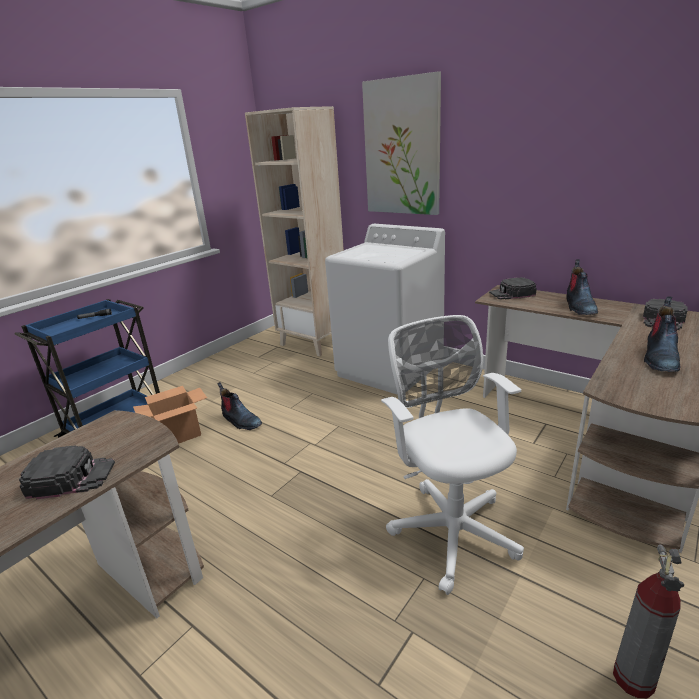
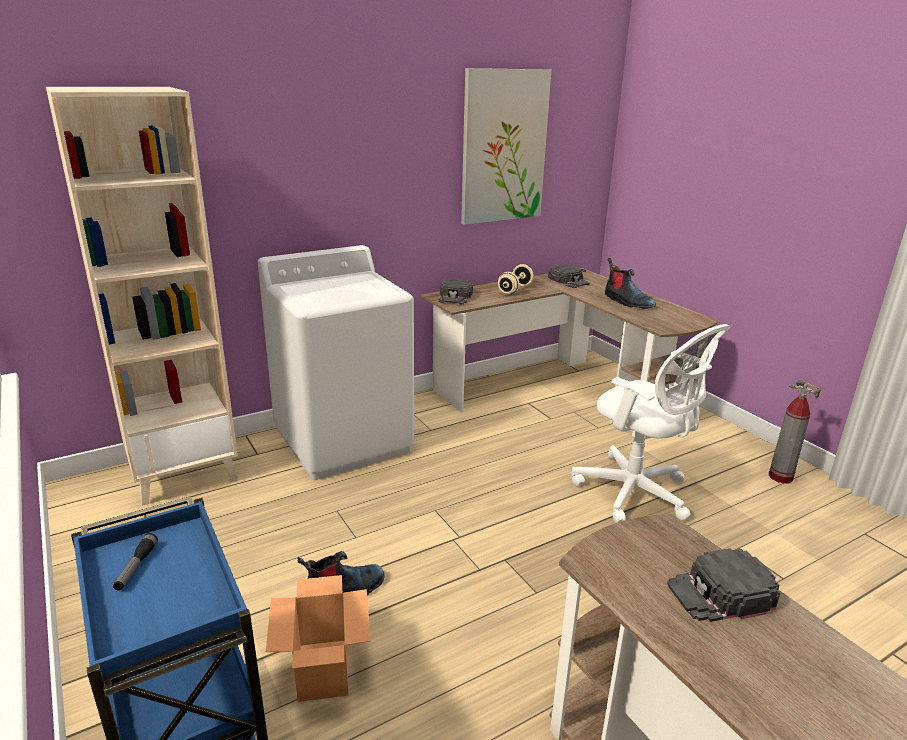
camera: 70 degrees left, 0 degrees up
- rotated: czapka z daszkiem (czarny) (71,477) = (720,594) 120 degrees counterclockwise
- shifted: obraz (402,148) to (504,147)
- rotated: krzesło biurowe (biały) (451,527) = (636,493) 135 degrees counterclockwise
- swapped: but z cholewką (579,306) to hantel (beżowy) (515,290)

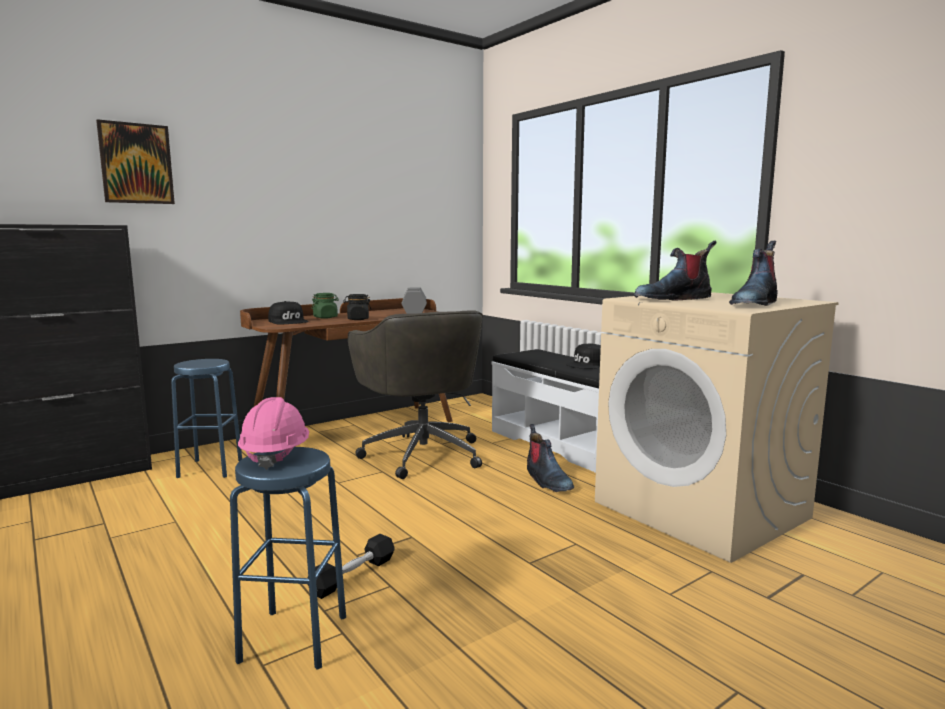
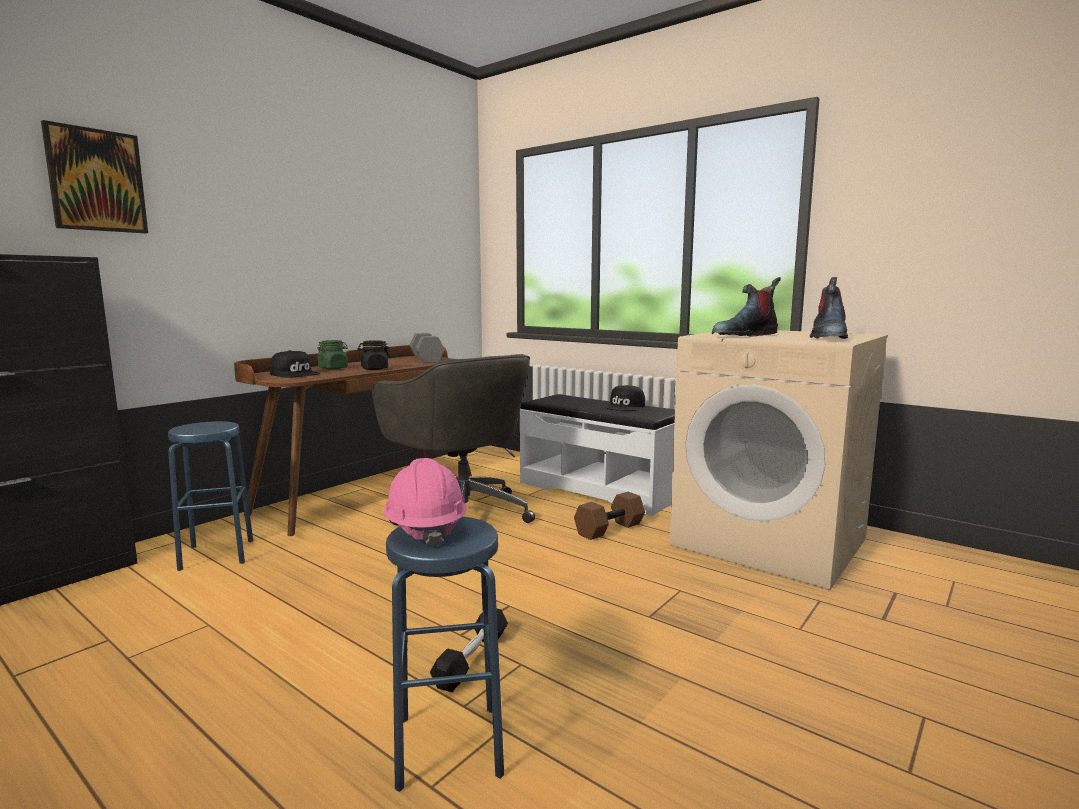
camera: 15 degrees left, 0 degrees up
- swapped: but z cholewką (547,481) to hantel (brązowy) (609,528)

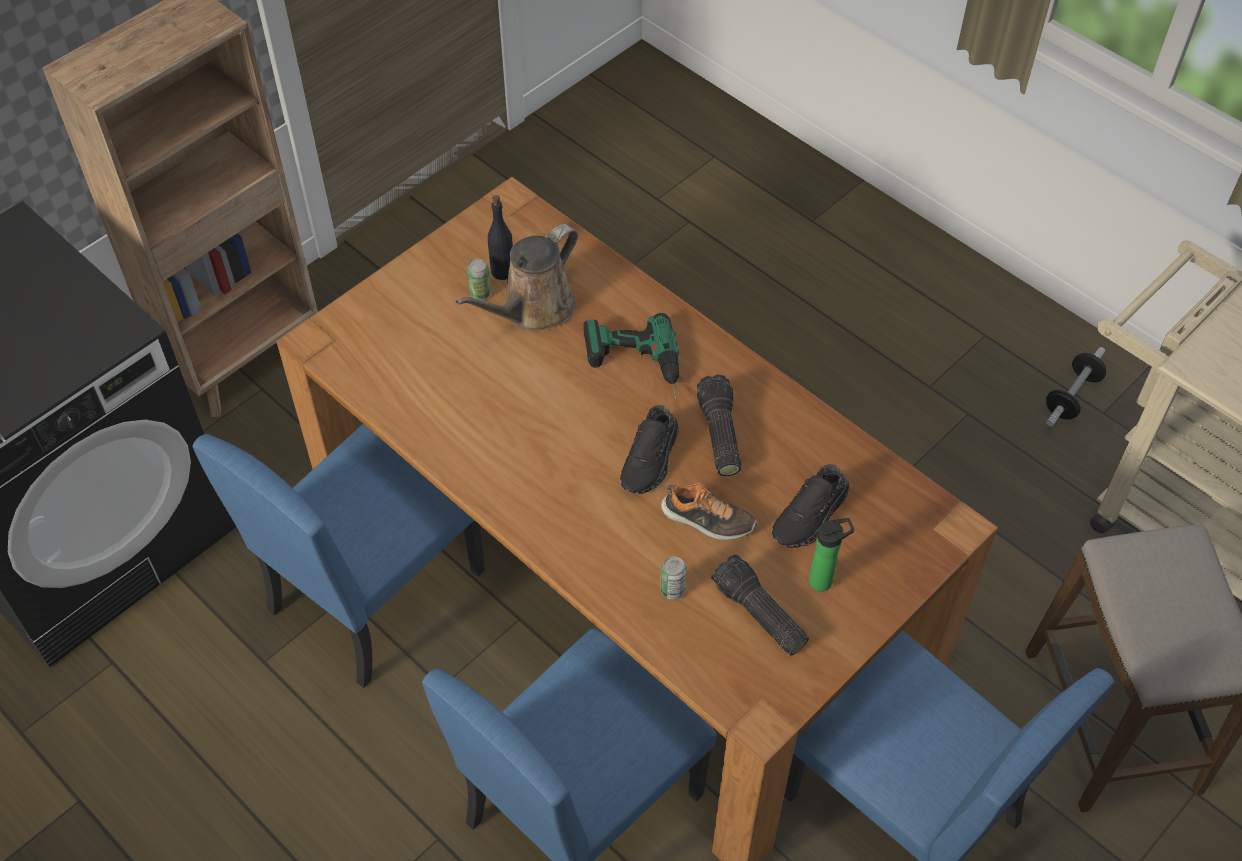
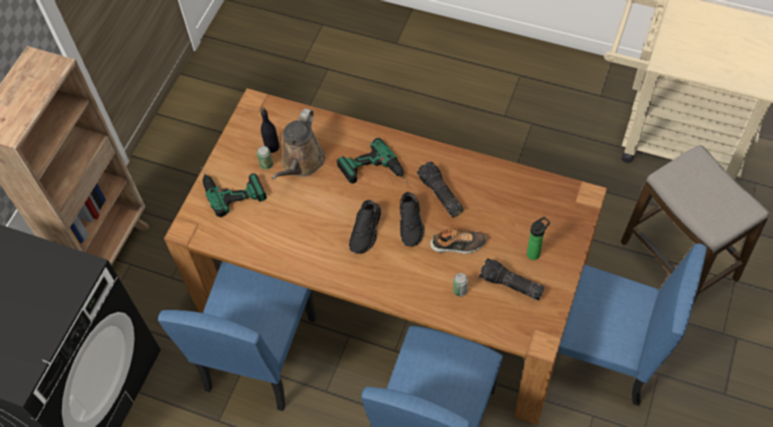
camera: 20 degrees left, 5 degrees up
- shifted: but (czarny) (811,516) to (366,231)
- gone: hantel (1072,396)
- new: wiertarka (231,186)

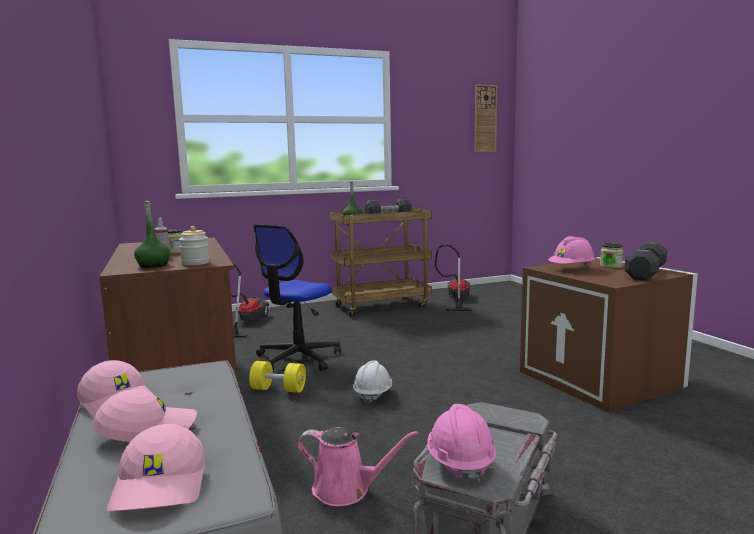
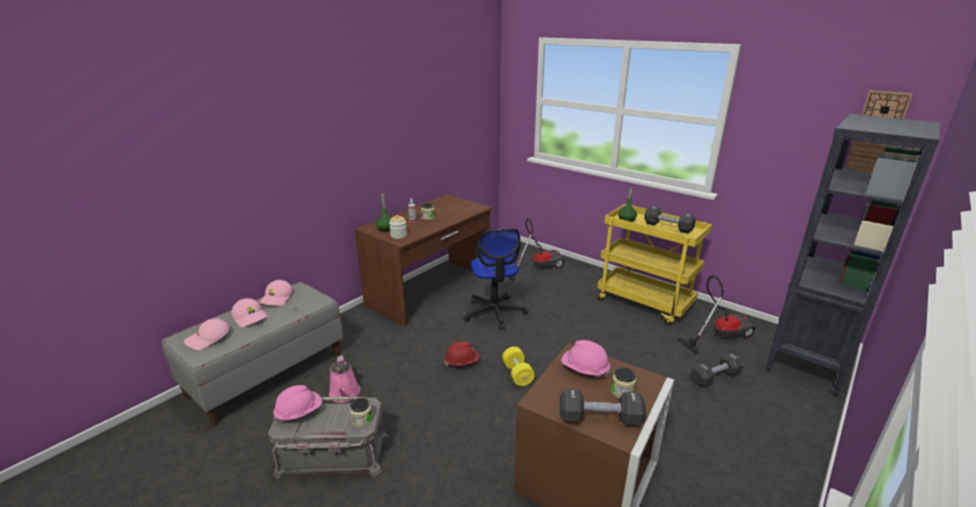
camera: 60 degrees right, 15 degrees up
- shifted: hantel (żółty) (278,389) to (517,374)
- rotated: krzesło biurowe (298,358) = (495,312) 105 degrees counterclockwise
- repainted: wózek (brązowy) (382,306) to wózek (żółty) (645,303)
- repainted: kask (biały) (373,394) to kask (czerwony) (462,362)
- new: słoik (362,420)
- new: hantel (czarny) (714,377)
- new: regał (czarny) (807,364)

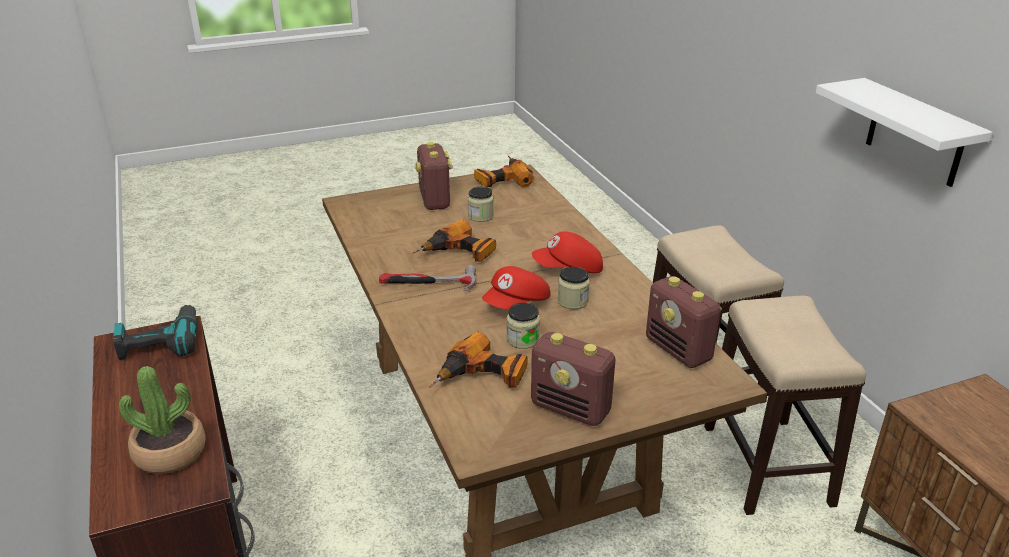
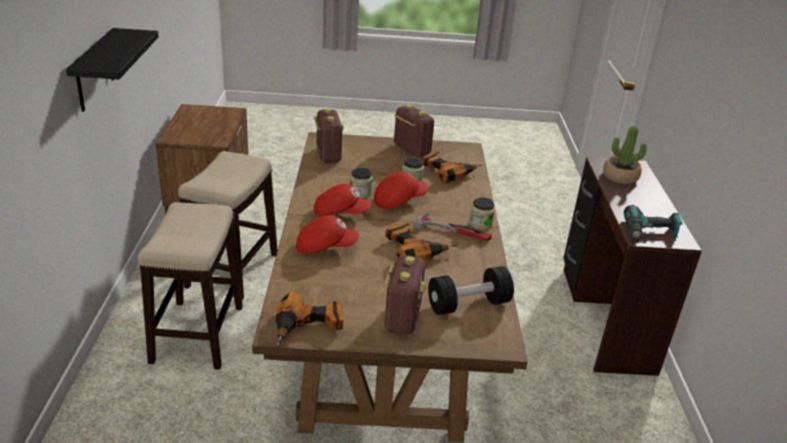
camera: 160 degrees left, 0 degrees up
- shifted: słoik (480,216) to (480,224)
- repainted: półka (biały) (915,133) to półka (czarny) (94,71)
- new: czapka z daszkiem (czerwony) (325,247)
- new: hantel (czarny) (468,304)

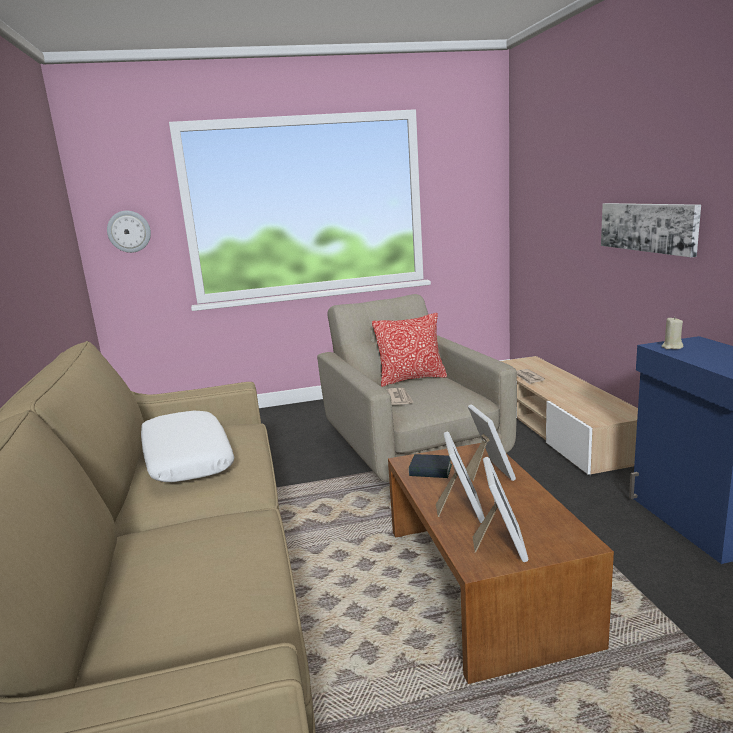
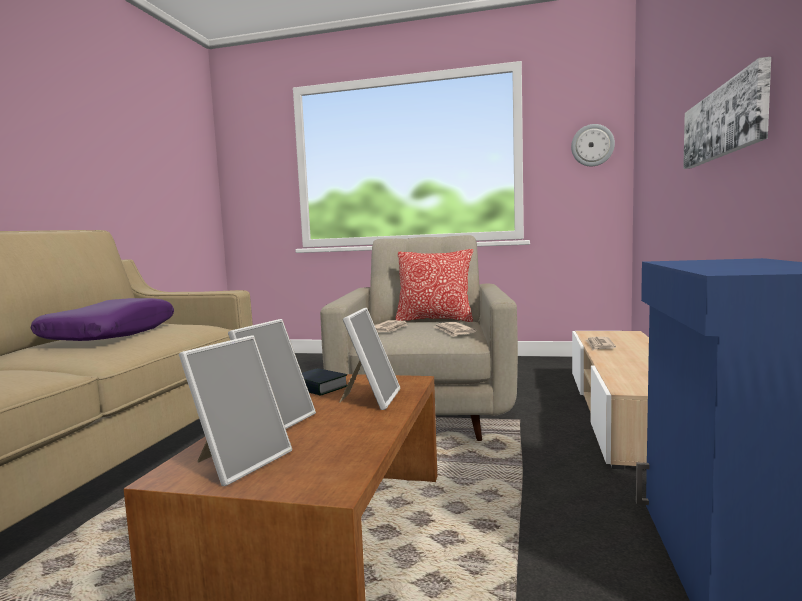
camera: 25 degrees right, 10 degrees down
- shifted: zegar ścienny (129,231) to (592,145)
- repainted: poduszka (biały) (186,459) to poduszka (fioletowy) (111,334)
- gone: świeca (beżowy) (672,347)
- new: gazeta (454,331)

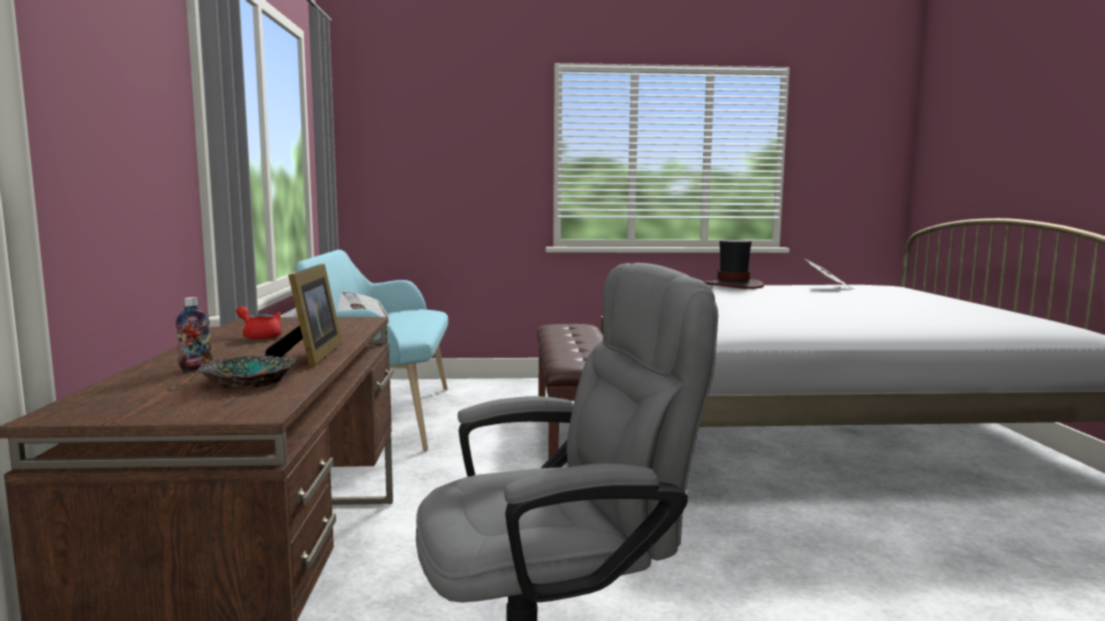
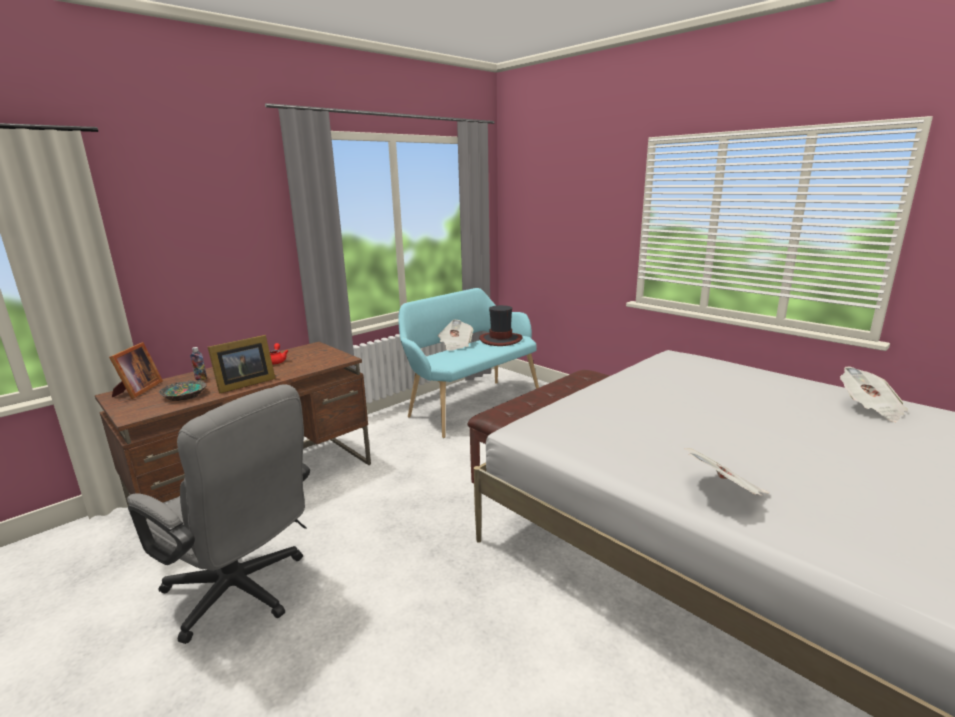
camera: 50 degrees right, 10 degrees up
- shifted: kapelusz (733,285) to (500,339)
- new: ramka na zdjęcie (137,390)
- new: gazeta (724,491)

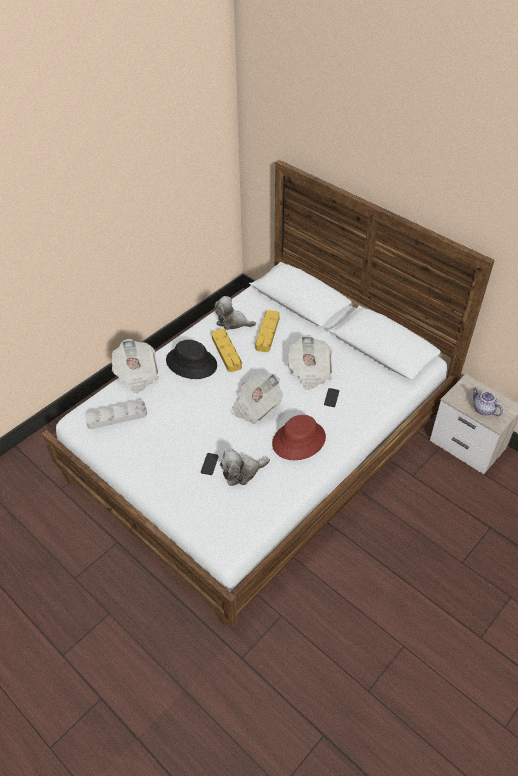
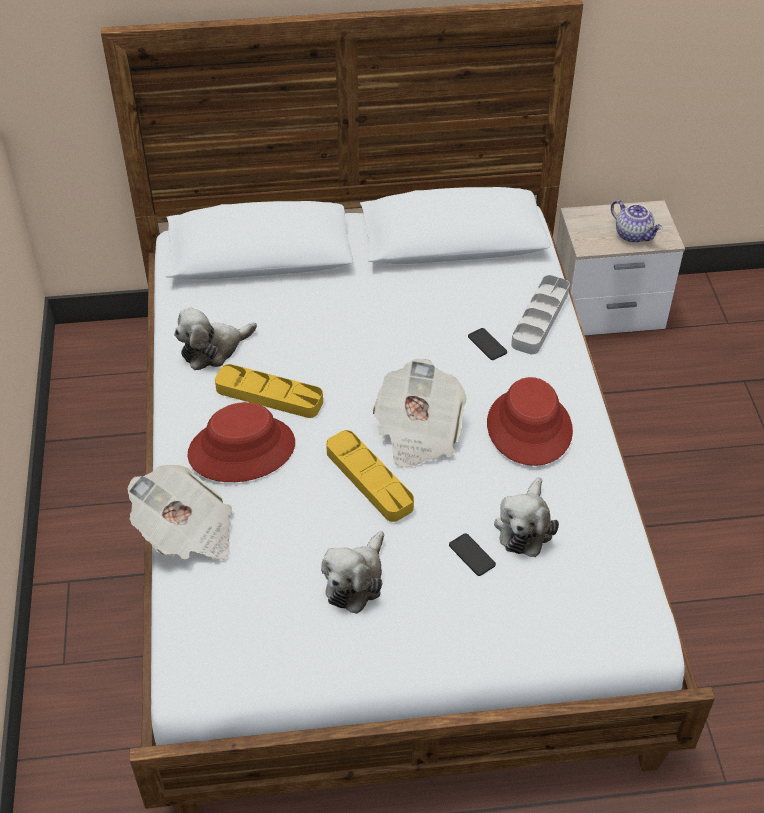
camera: 50 degrees left, 0 degrees up
- shifted: taca (szary) (117,417) to (540,318)
- repainted: kapelusz (czarny) (191,363) to kapelusz (czerwony) (241,449)
- shifted: taca (żółty) (267,333) to (369,479)
- gone: gazeta (310,371)
- rotated: imbryk (483,409) = (633,235) 135 degrees counterclockwise
- new: pluszak (355,580)

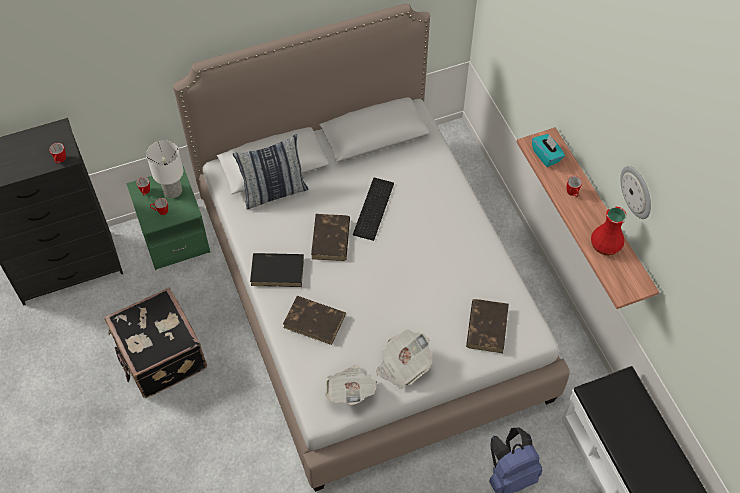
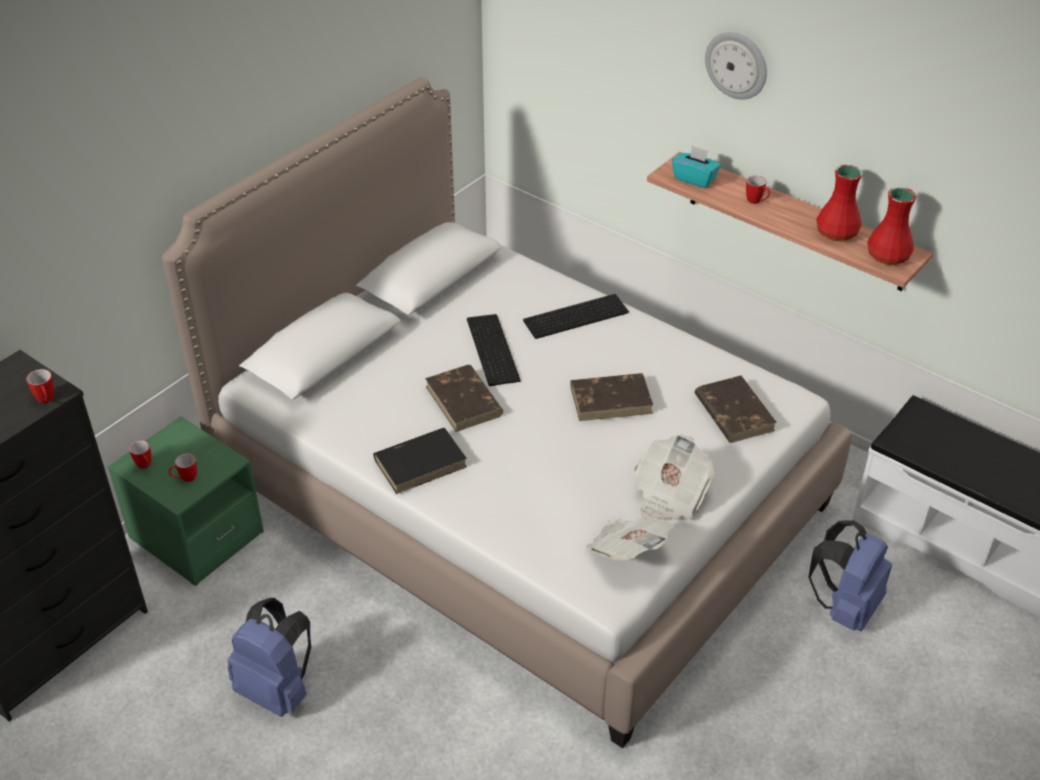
camera: 30 degrees left, 15 degrees down
- swapped: walizka (czarny) (160,357) to plecak (niebieski) (277,689)
- gone: lampa stołowa (biały) (172,191)
- gone: poduszka (274,192)
- shifted: książka (brązowy) (315,321) to (611,399)
- shifted: zegar ścienny (637,191) to (737,65)
- new: klawiatura (576,315)
- new: wazon (czerwony) (888,255)

